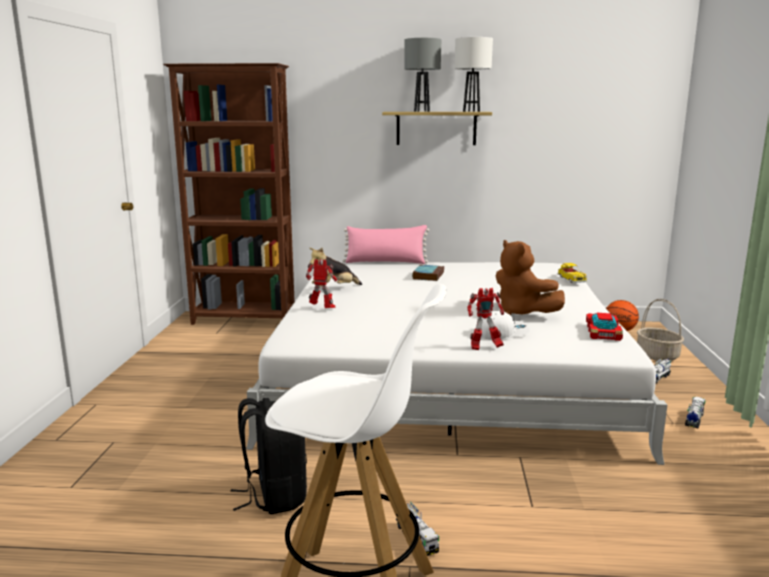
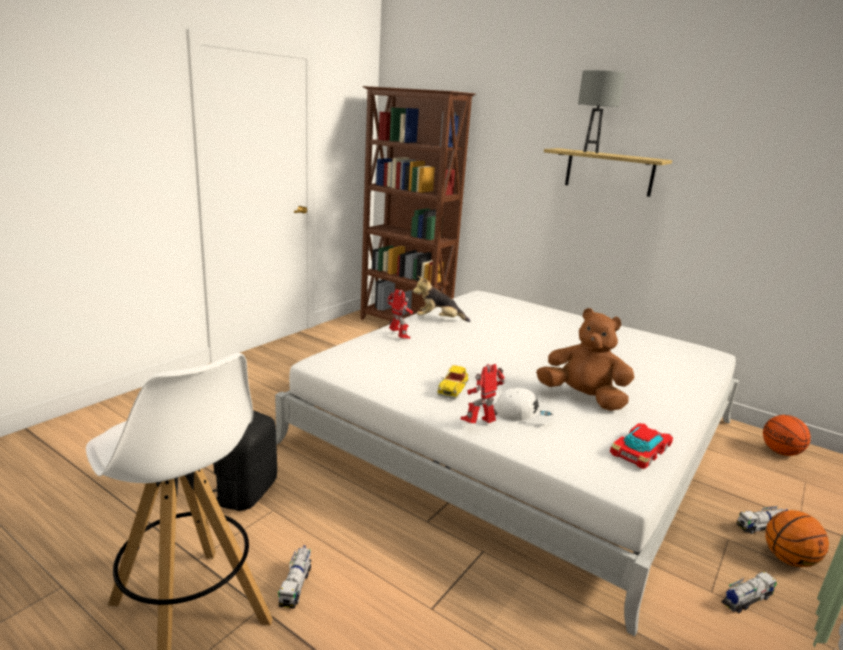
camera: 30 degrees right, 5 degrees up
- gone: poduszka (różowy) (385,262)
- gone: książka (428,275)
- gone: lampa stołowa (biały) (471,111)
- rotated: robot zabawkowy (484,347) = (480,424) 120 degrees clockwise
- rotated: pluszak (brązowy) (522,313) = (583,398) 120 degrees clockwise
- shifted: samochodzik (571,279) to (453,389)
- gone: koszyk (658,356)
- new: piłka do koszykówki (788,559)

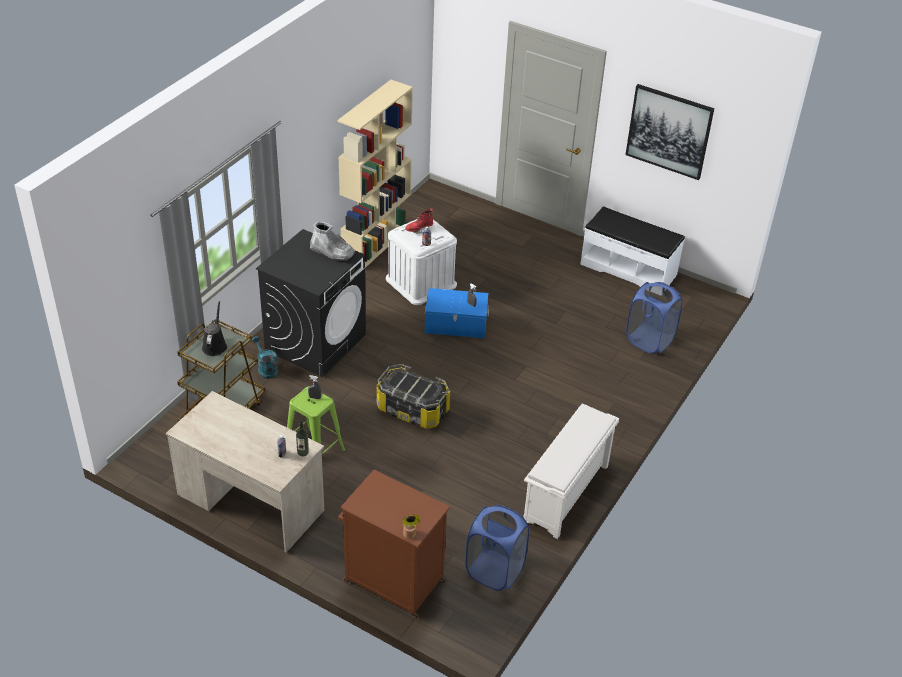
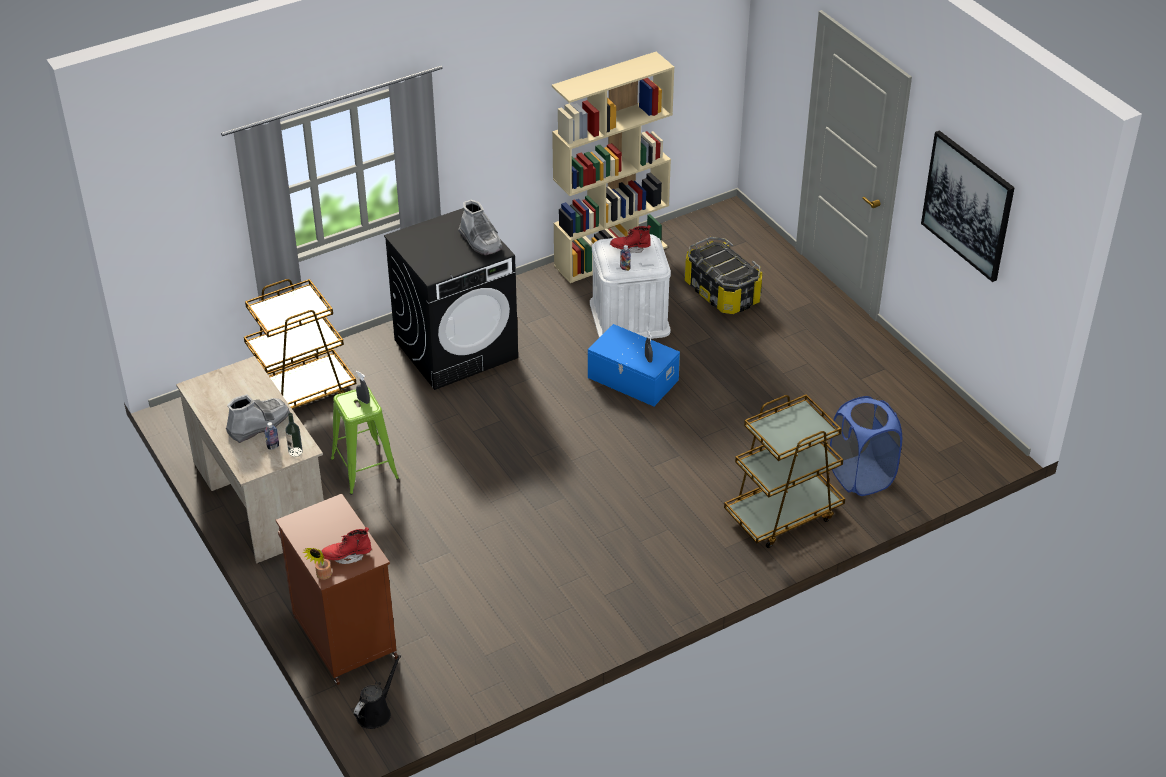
camera: 30 degrees right, 0 degrees up
- shifted: konewka (czarny) (215,345) to (376,712)
- gone: konewka (turkusowy) (266,369)
- shifted: pojemnik do przechowywania (413,409) to (722,292)
- gone: kosz na pranie (niebieski) (494,571)
- gone: regał na buty (biały) (566,494)
- gone: ławka (biały) (628,269)
- new: but z cholewką (szary) (258,424)
- new: but z cholewką (czerwony) (347,556)
- new: wózek (brązowy) (783,514)

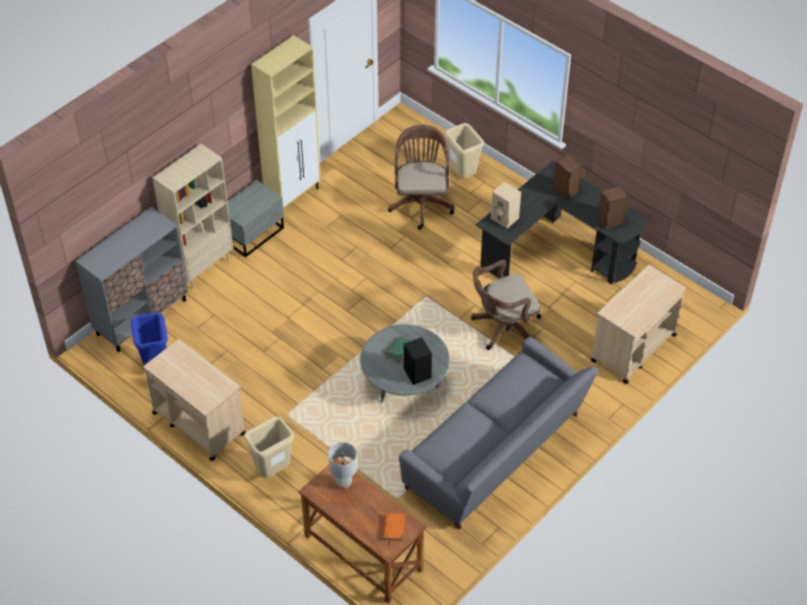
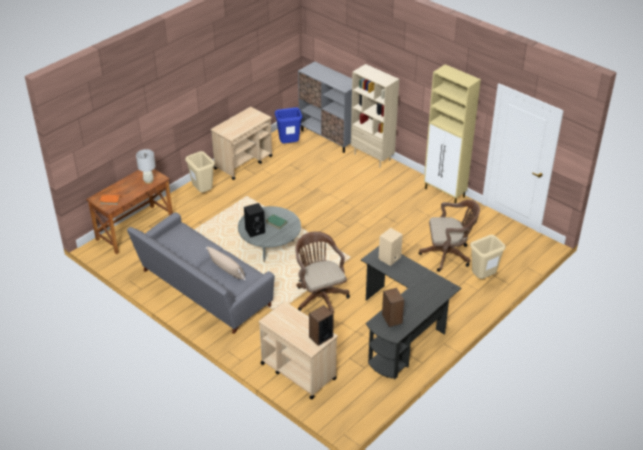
camera: 90 degrees right, 10 degrees down
- gone: szafka nocna (szary) (254,234)
- shifted: głośnik (565,190) to (321,337)
- new: poduszka (beżowy) (227,270)

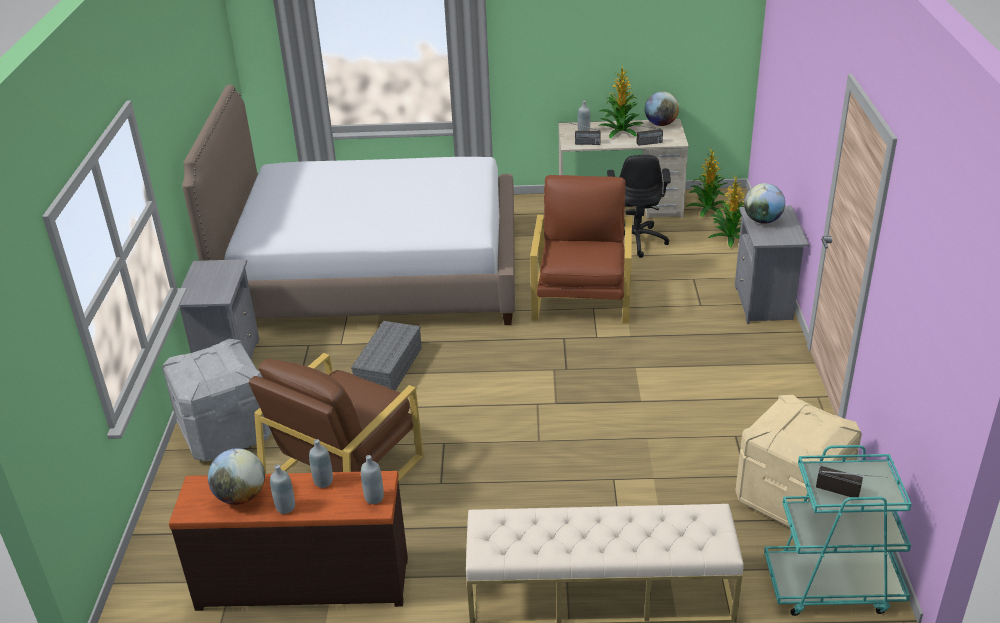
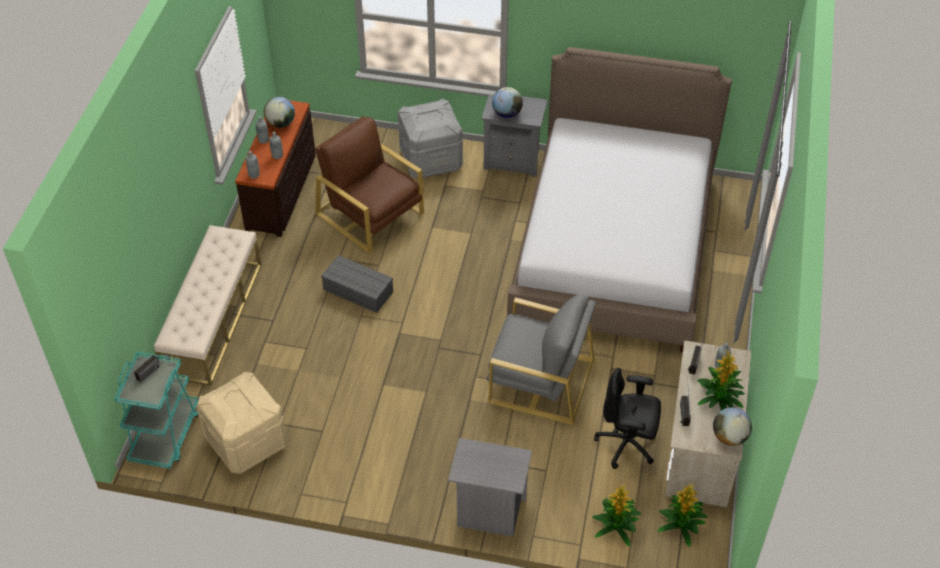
camera: 100 degrees right, 15 degrees up
- shifted: pojemnik do przechowywania (szary) (388,367) to (359,290)
- repainted: fotel (brązowy) (582,295) to fotel (szary) (540,380)
- shifted: globus (762,221) to (506,114)

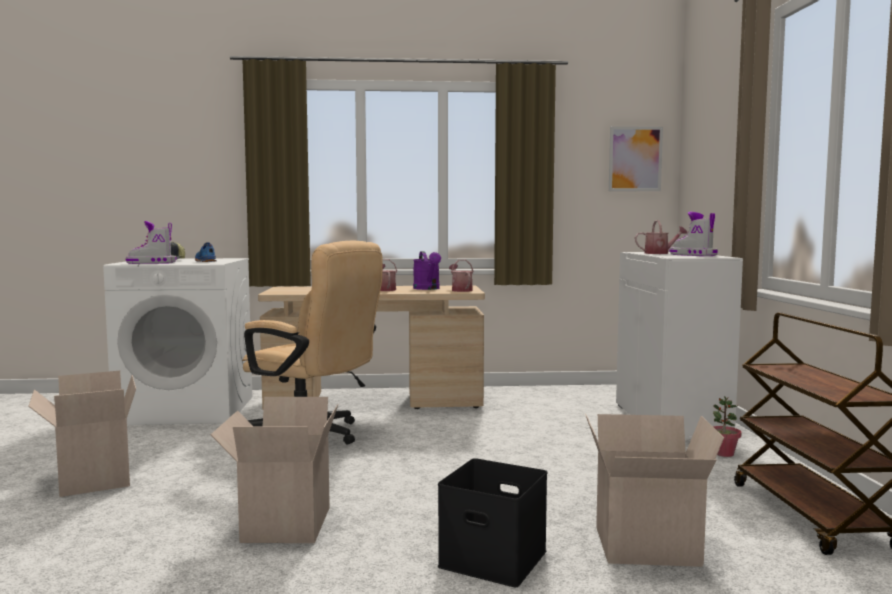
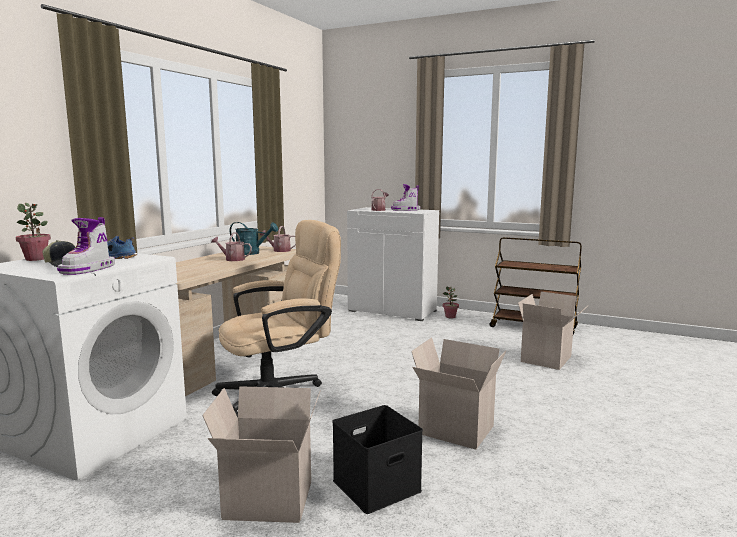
camera: 60 degrees left, 5 degrees up
- repainted: konewka (fioletowy) (428,289) to konewka (turkusowy) (252,253)
- shifted: pojemnik do przechowywania (czarny) (495,558) to (377,484)
- gone: obraz (635,159)
- new: roślina doniczkowa (36,259)

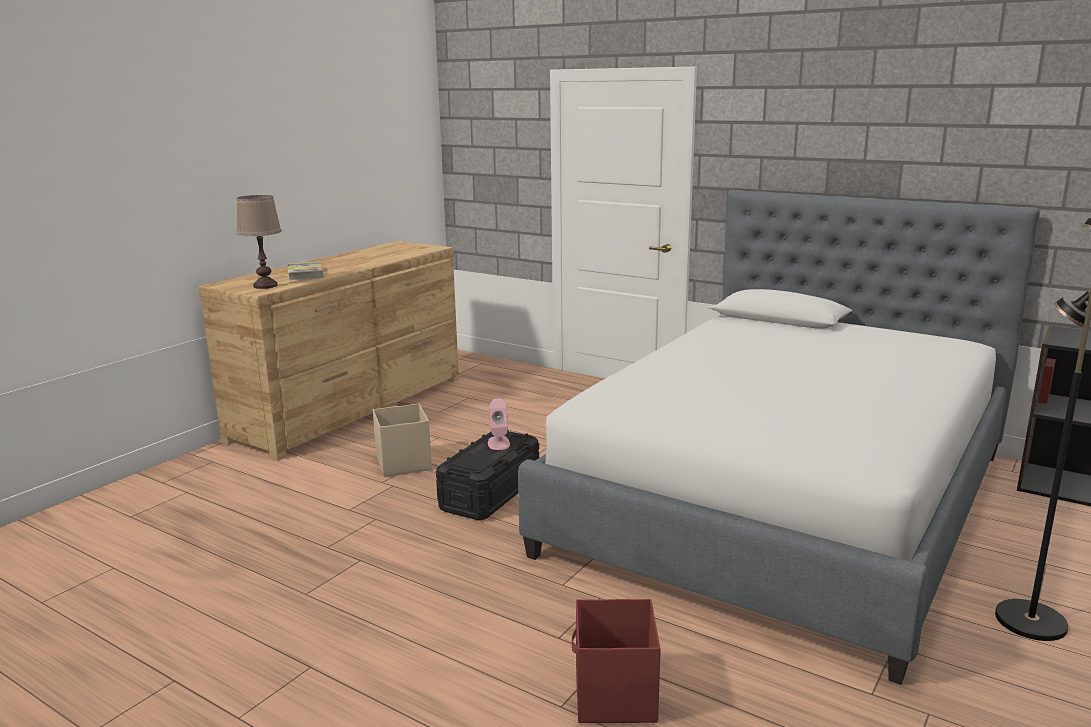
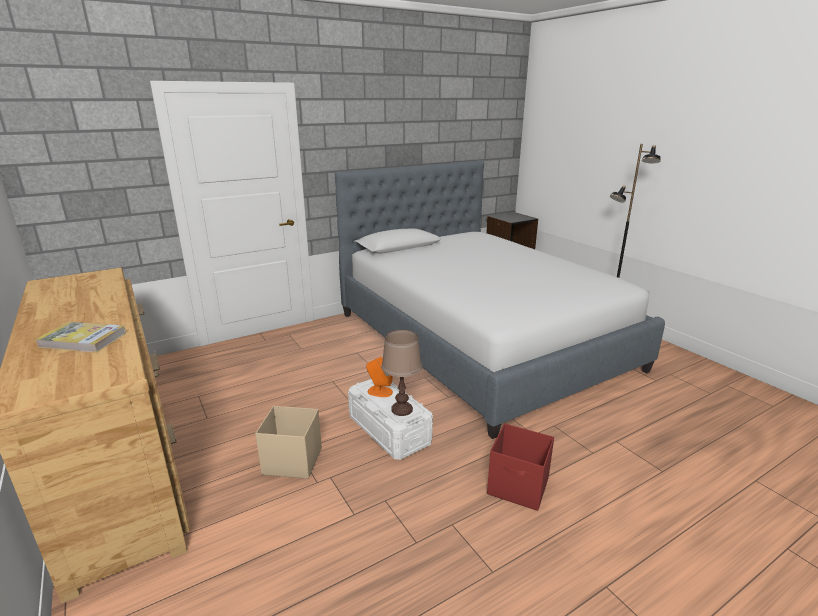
camera: 65 degrees left, 5 degrees up
- shifted: lampa stołowa (brązowy) (265,286) to (402,409)
- repainted: pojemnik do przechowywania (czarny) (490,493) to pojemnik do przechowywania (biały) (389,430)
- repainted: głośnik (różowy) (498,443) to głośnik (pomarańczowy) (379,391)
- shifted: pojemnik do przechowywania (czerwony) (614,696) to (518,487)

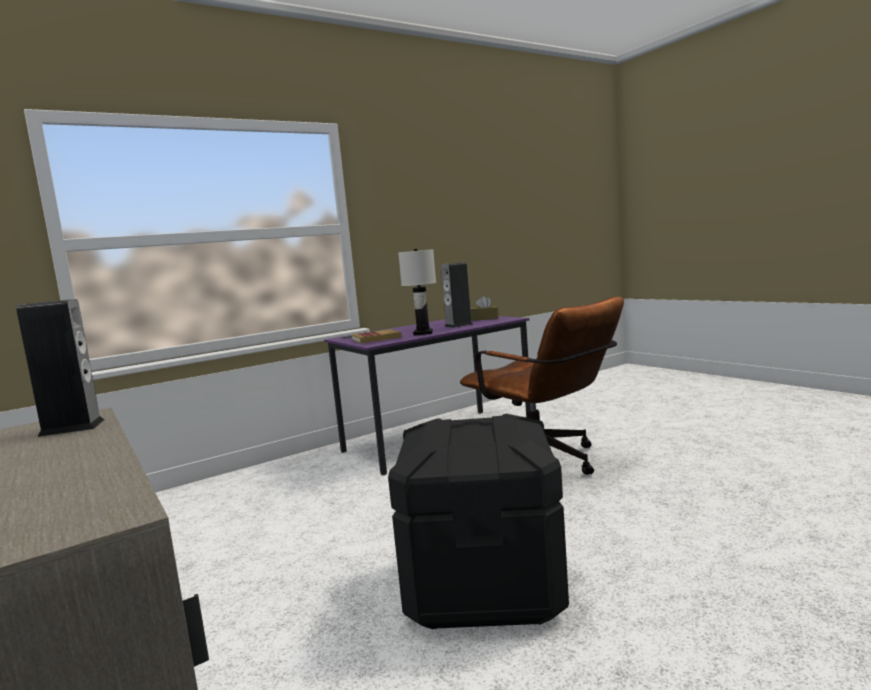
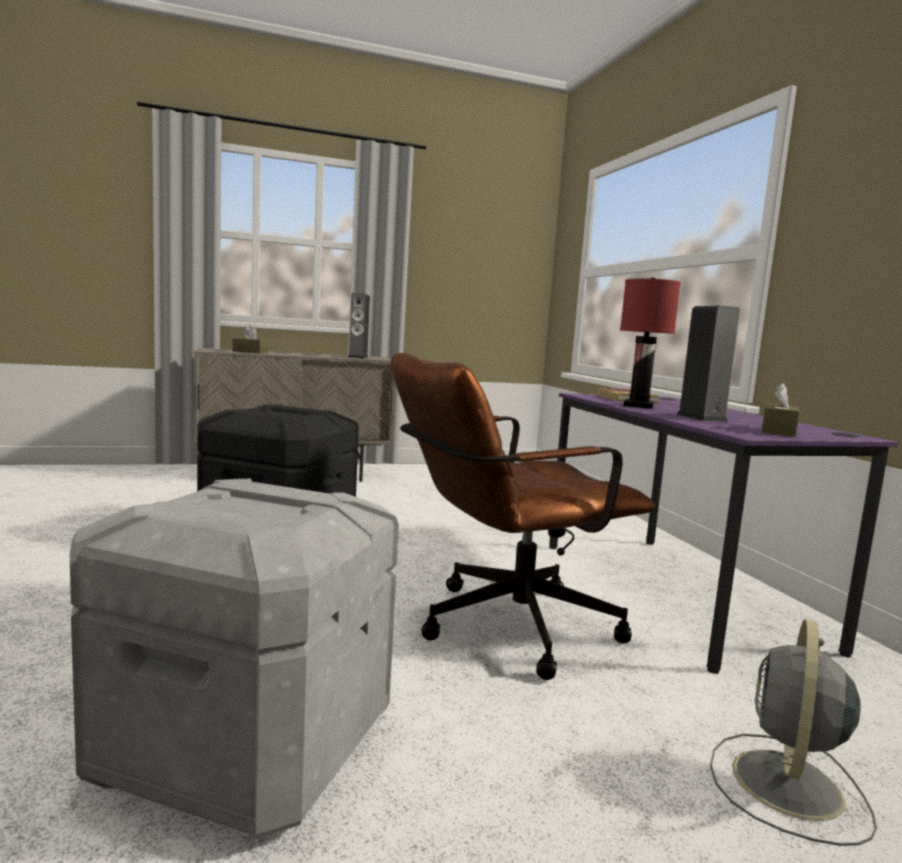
camera: 105 degrees right, 0 degrees up
- repainted: lampa stołowa (biały) (423,333) to lampa stołowa (czerwony) (639,406)
- new: pojemnik do przechowywania (szary) (243,746)
- new: pudełko chusteczek (brązowy) (250,352)
- new: wentylator (szary) (786,787)

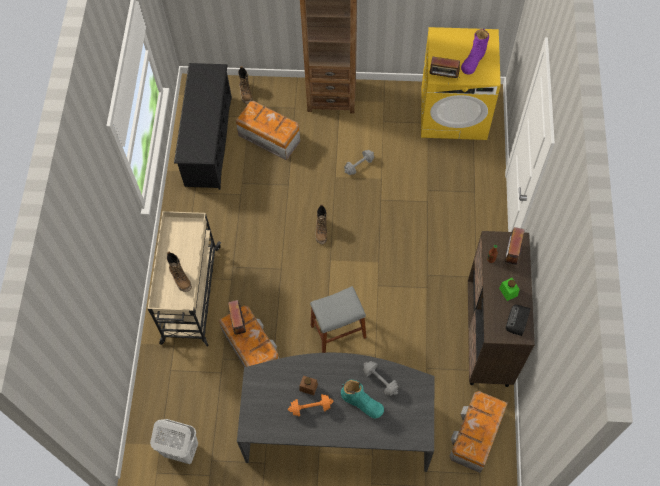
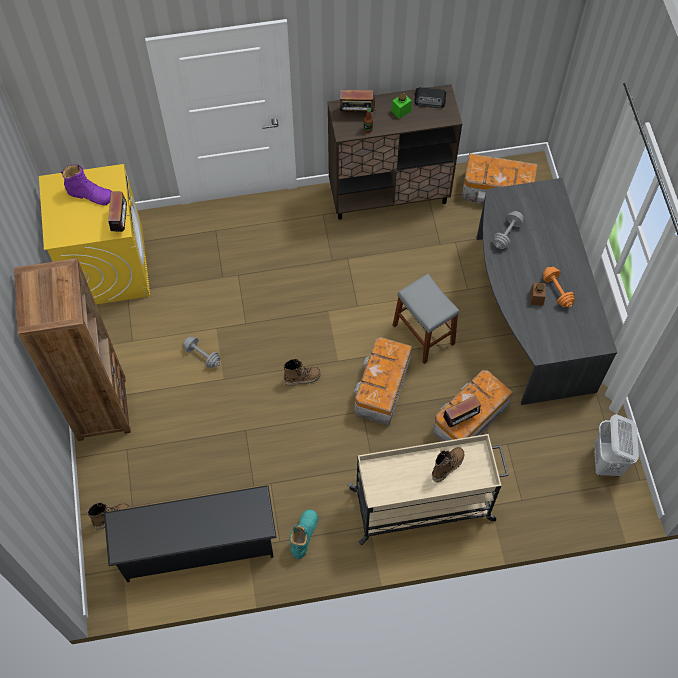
camera: 105 degrees left, 0 degrees up
- shifted: pojemnik do przechowywania (269,137) to (381,389)
- shifted: but z cholewką (turkusowy) (362,403) to (304,535)

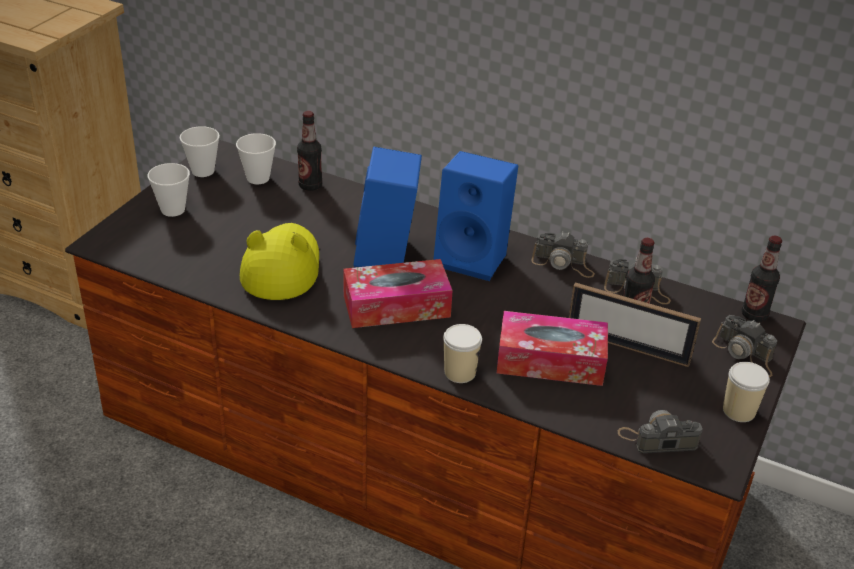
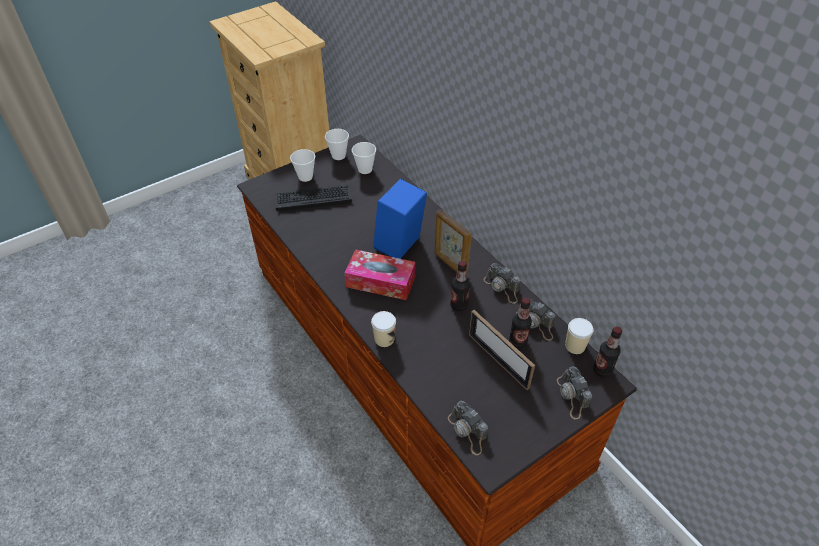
camera: 30 degrees right, 10 degrees up
- gone: kapelusz (żółty) (281,267)
- shifted: butelka (310,185) to (459,305)
- swapped: głośnik (niebieski) (474,258) to ramka na zdjęcie (450,264)
- gone: pudełko chusteczek (550,361)
- rotated: aparat fotograficzny (658,439) = (468,431) 150 degrees counterclockwise
- shifted: filiżanka (739,411) to (575,346)
- new: klawiatura (313,198)

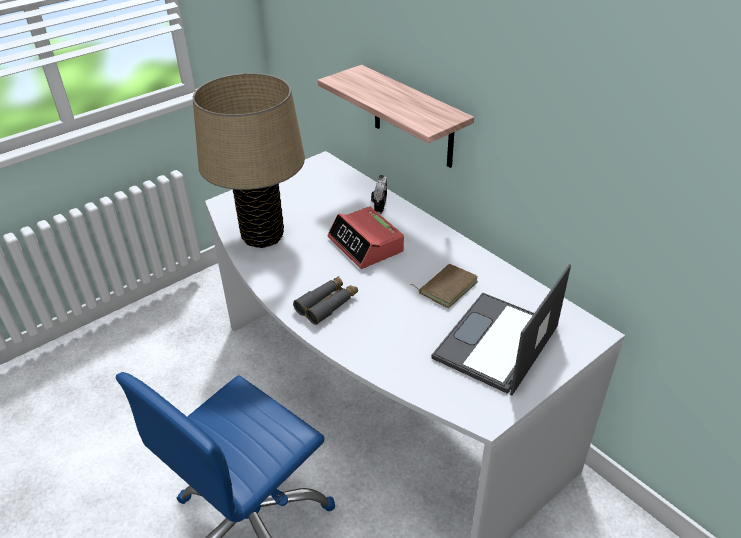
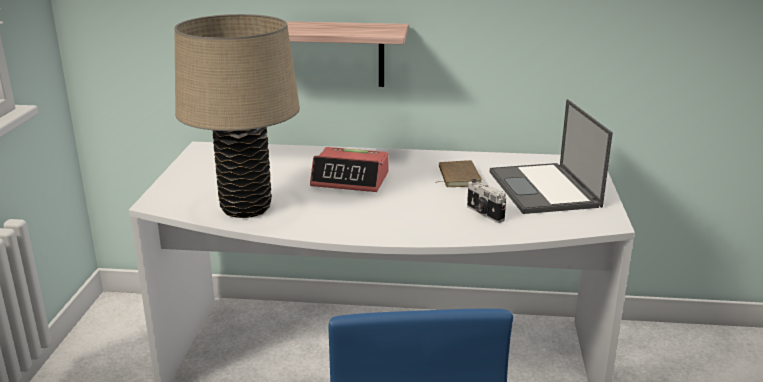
camera: 45 degrees left, 15 degrees down
- gone: lornetka (szary) (327,304)
- shifted: aparat fotograficzny (379,203) to (484,214)

